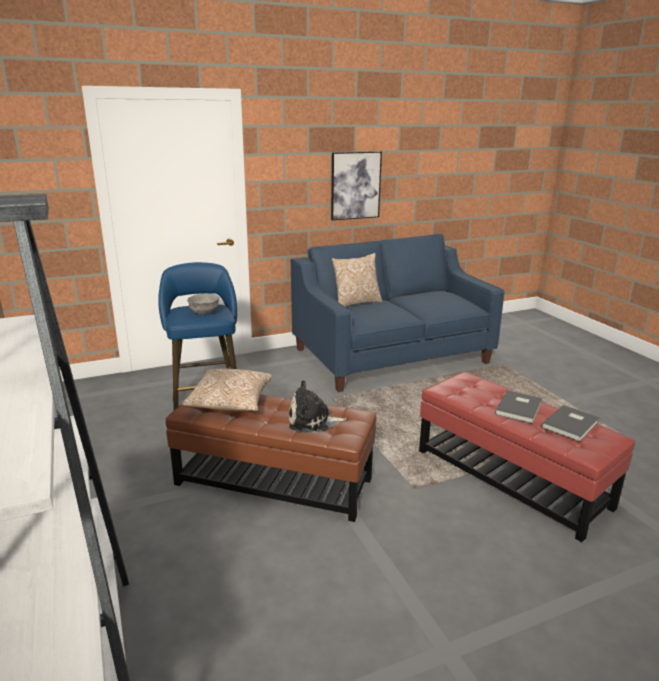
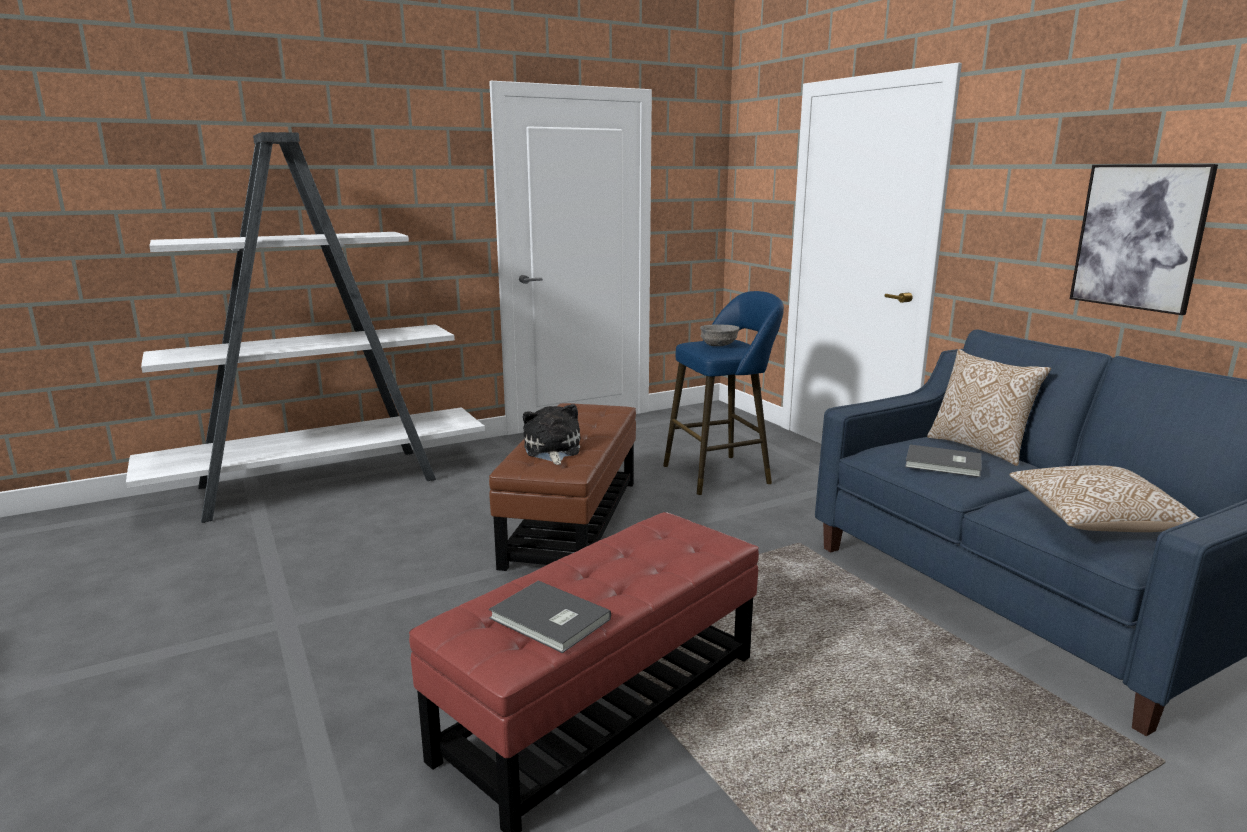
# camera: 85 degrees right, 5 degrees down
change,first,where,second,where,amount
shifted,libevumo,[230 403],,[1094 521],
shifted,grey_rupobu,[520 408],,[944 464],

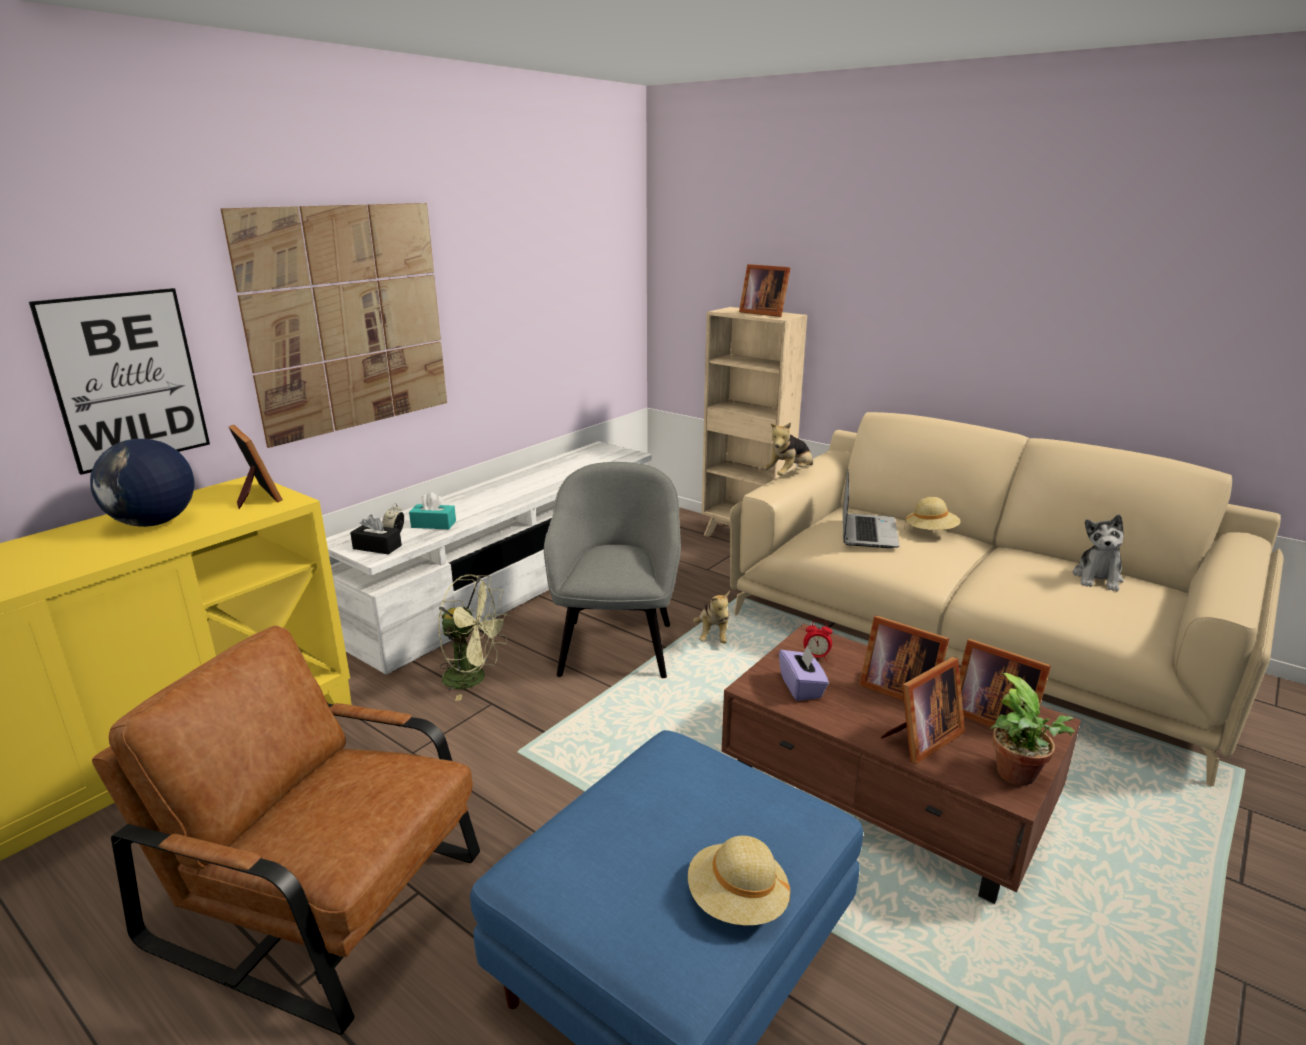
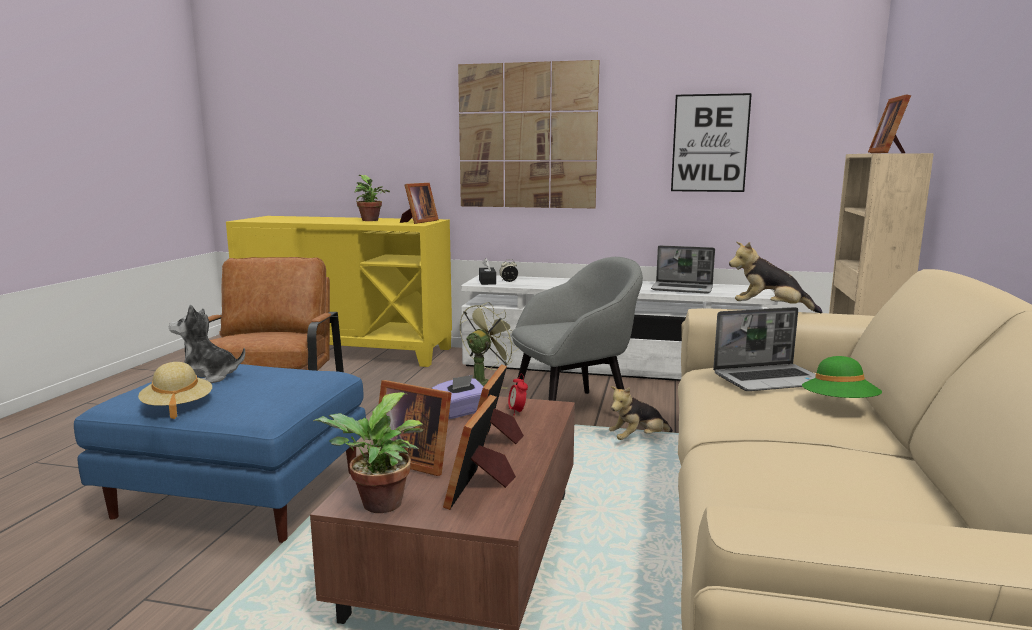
# camera: 65 degrees right, 10 degrees down
change,first,where,second,where,amount
gone,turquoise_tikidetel,[433 524],,,
new,,,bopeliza,[683 289],
shifted,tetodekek,[127 379],,[710 143],
shifted,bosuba,[1097 578],,[207 377],
swapped,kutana,[154 523],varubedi,[371 220],
repainted,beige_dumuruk,[931 532],green_dumuruk,[839 405],
rotated,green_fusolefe,[473 679],,[483 384],135 degrees counterclockwise

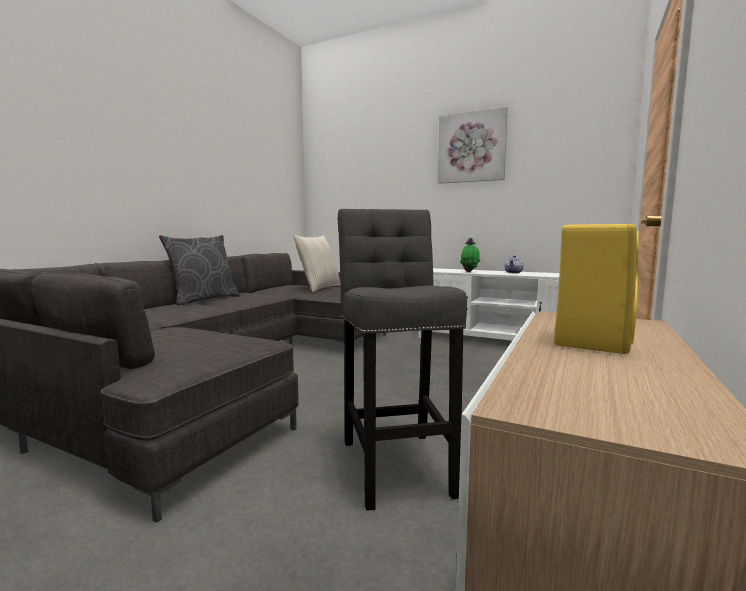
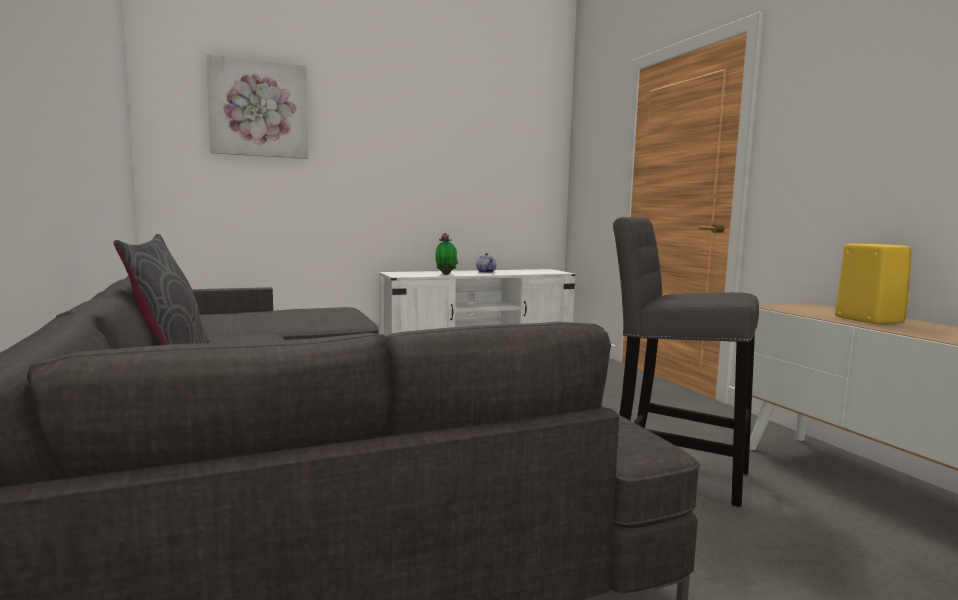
# camera: 50 degrees left, 0 degrees up
change,first,where,second,where,amount
gone,beige_libevumo,[319 288],,,
shifted,tetodekek,[471 147],,[259 109],

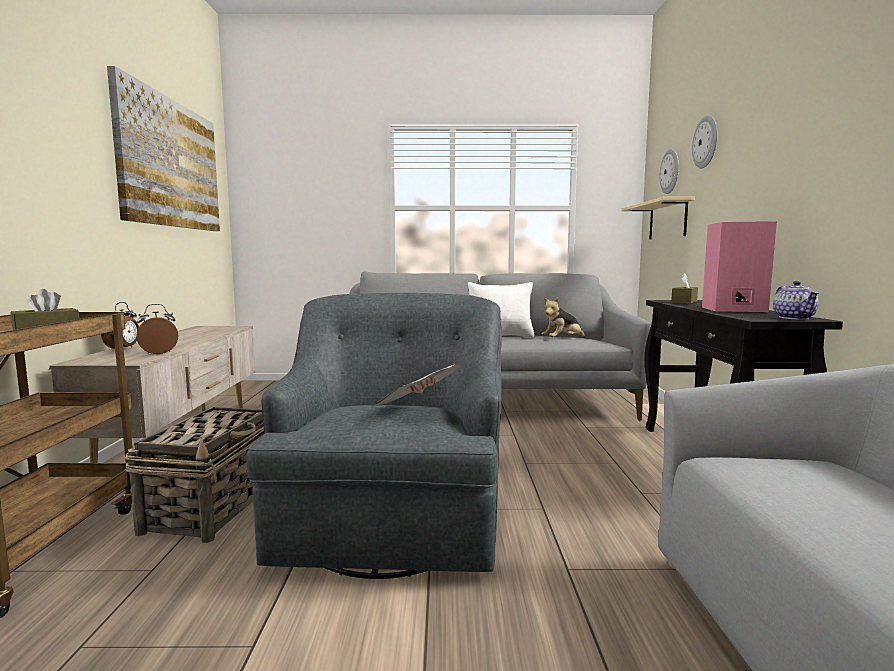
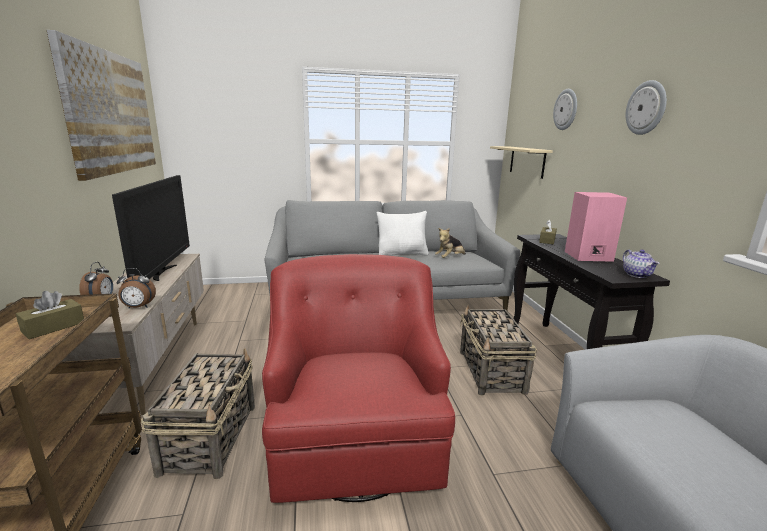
# camera: 10 degrees left, 10 degrees up
change,first,where,second,where,amount
gone,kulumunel,[416 409],,,
new,,,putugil,[162 272],
new,,,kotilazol,[491 372],
shifted,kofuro,[670 171],,[646 108],
repainted,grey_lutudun,[393 515],red_lutudun,[356 433],
rotated,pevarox,[159 353],,[138 307],150 degrees counterclockwise

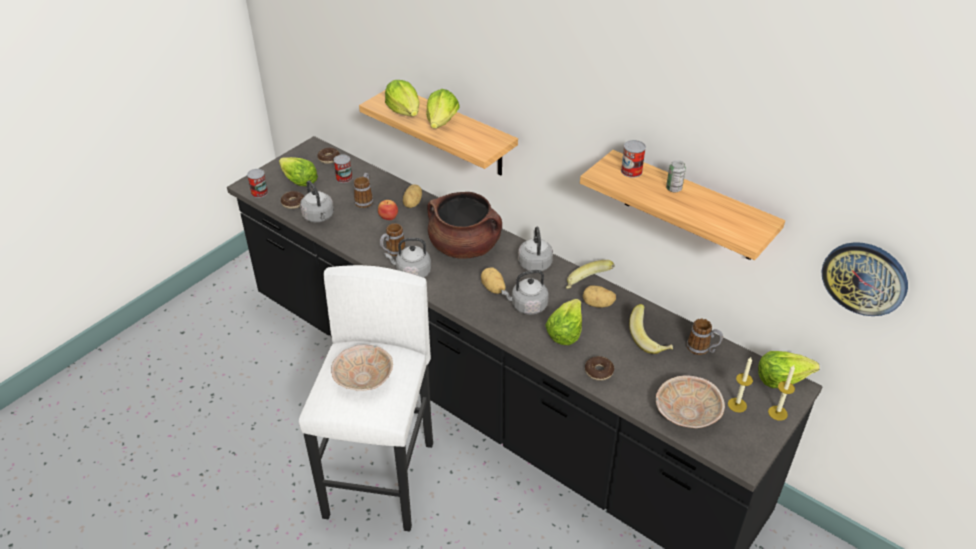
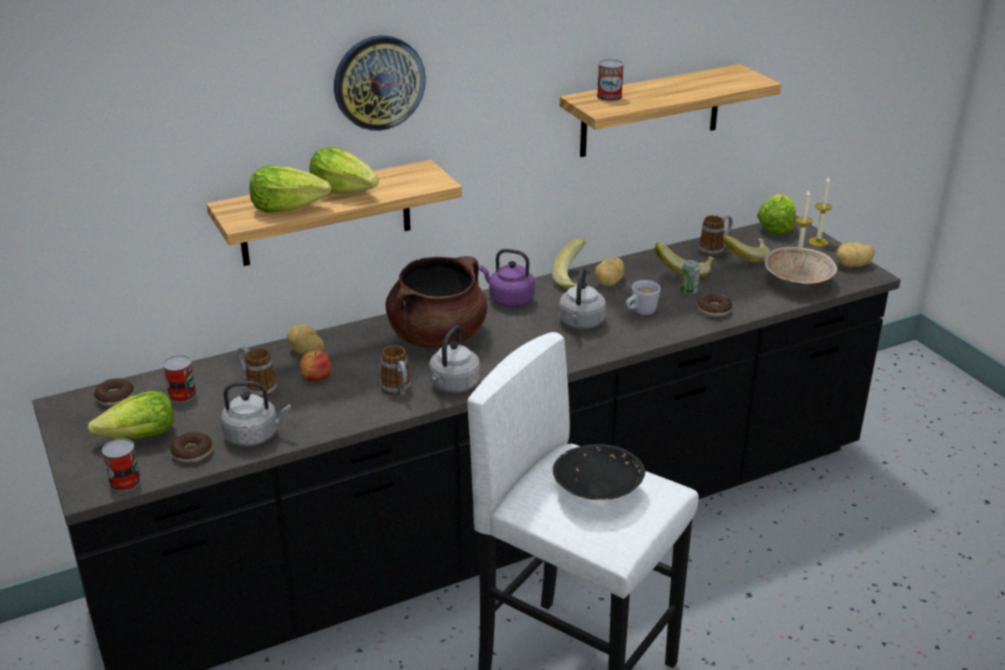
# camera: 65 degrees left, 10 degrees down
change,first,where,second,where,amount
new,,,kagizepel,[745 258],
shifted,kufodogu,[493 288],,[853 266],
shifted,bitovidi,[673 189],,[688 292],
shifted,kofuro,[864 278],,[379 82],
swapped,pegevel,[565 332],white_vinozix,[640 312],
repainted,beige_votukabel,[364 378],black_votukabel,[596 490],
repainted,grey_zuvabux,[534 262],purple_zuvabux,[509 300],

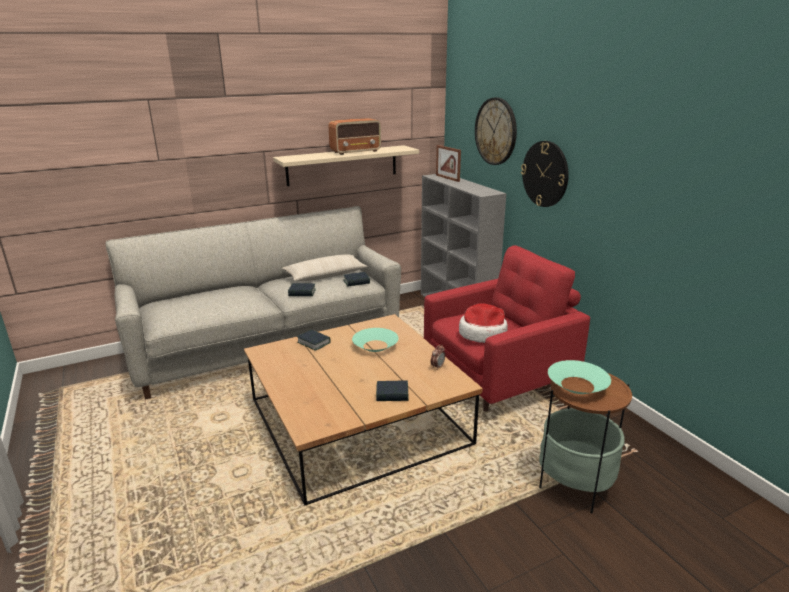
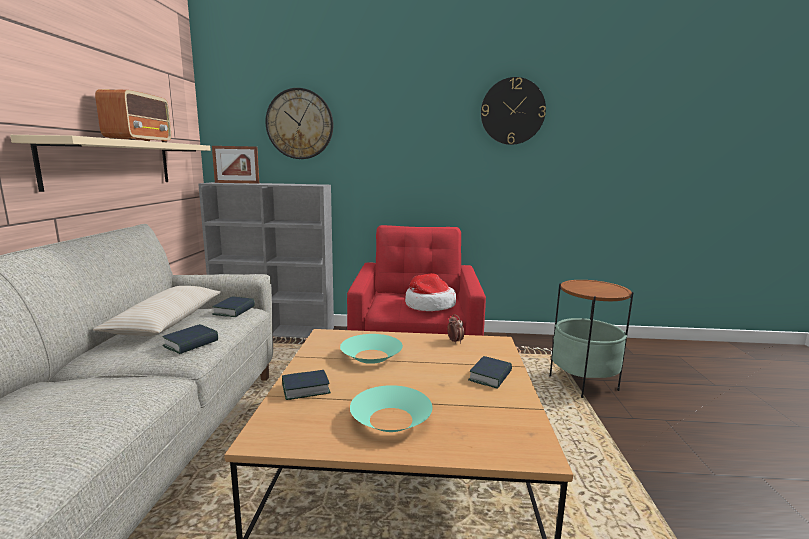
# camera: 60 degrees left, 10 degrees down
change,first,where,second,where,amount
shifted,kofuro,[545 174],,[512 111],
shifted,turquoise_votukabel,[577 385],,[390 419],

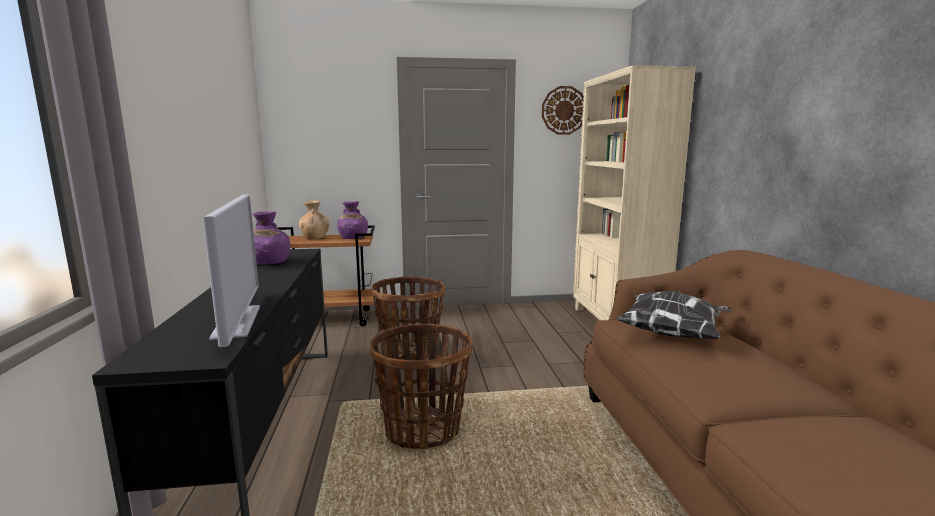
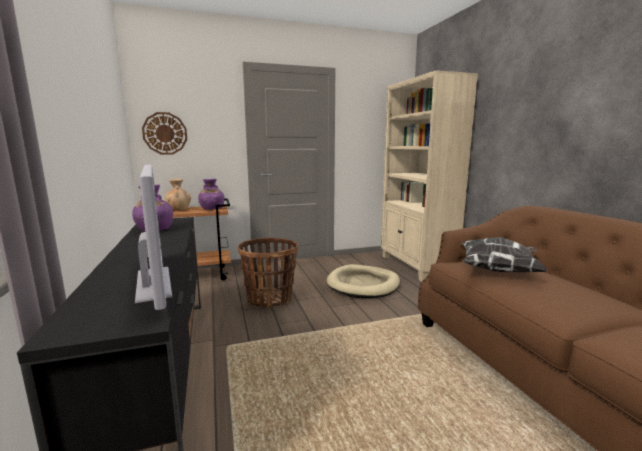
# camera: 10 degrees left, 0 degrees up
change,first,where,second,where,amount
gone,kotilazol,[423 430],,,
new,,,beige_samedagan,[363 284],
shifted,kofuro,[564 110],,[165 133],

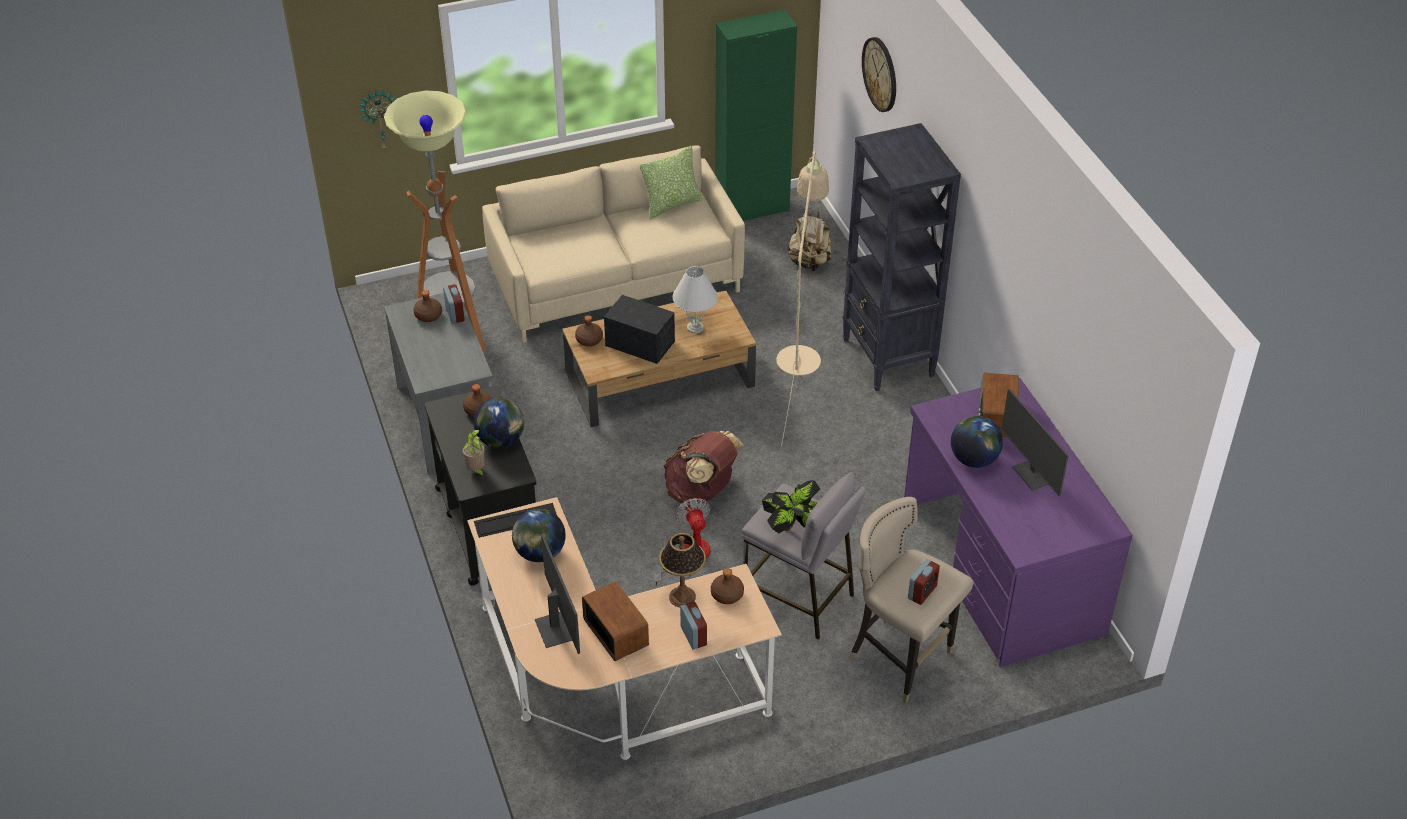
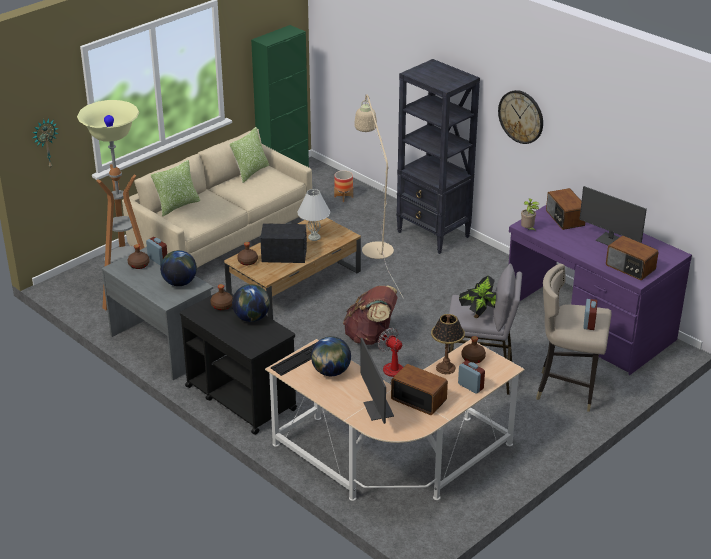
# camera: 25 degrees left, 10 degrees down
change,first,where,second,where,amount
new,,,libevumo,[177 206],
new,,,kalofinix,[630 268],
shifted,varubedi,[476 470],,[528 230],
shifted,kofuro,[880 74],,[521 116],
shifted,kutana,[974 459],,[179 283],
swapped,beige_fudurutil,[809 262],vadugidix,[343 197],
rotated,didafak,[556 629],,[377 409],150 degrees counterclockwise

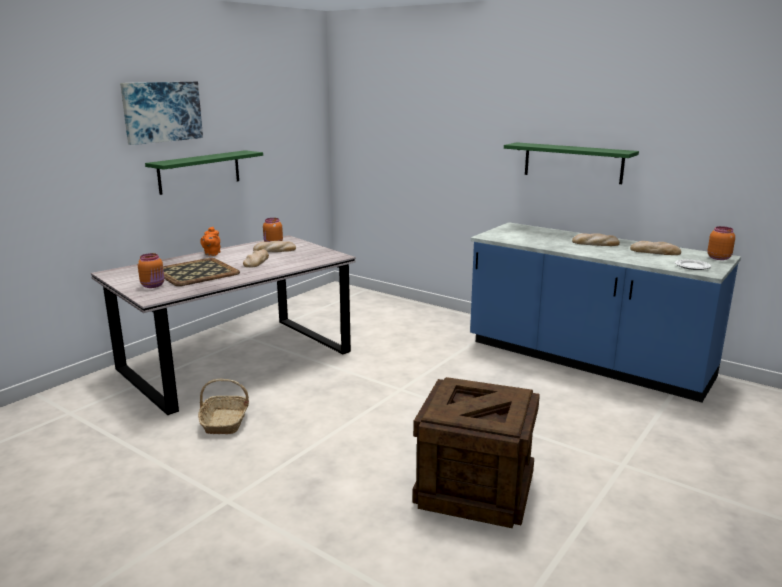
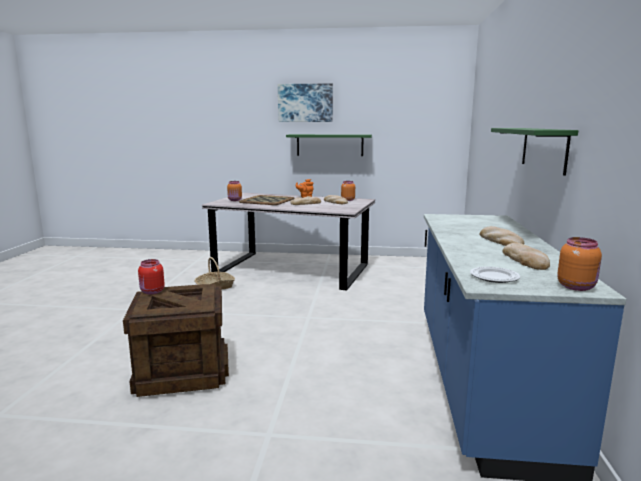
# camera: 60 degrees right, 5 degrees down
change,first,where,second,where,amount
new,,,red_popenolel,[152 292],

